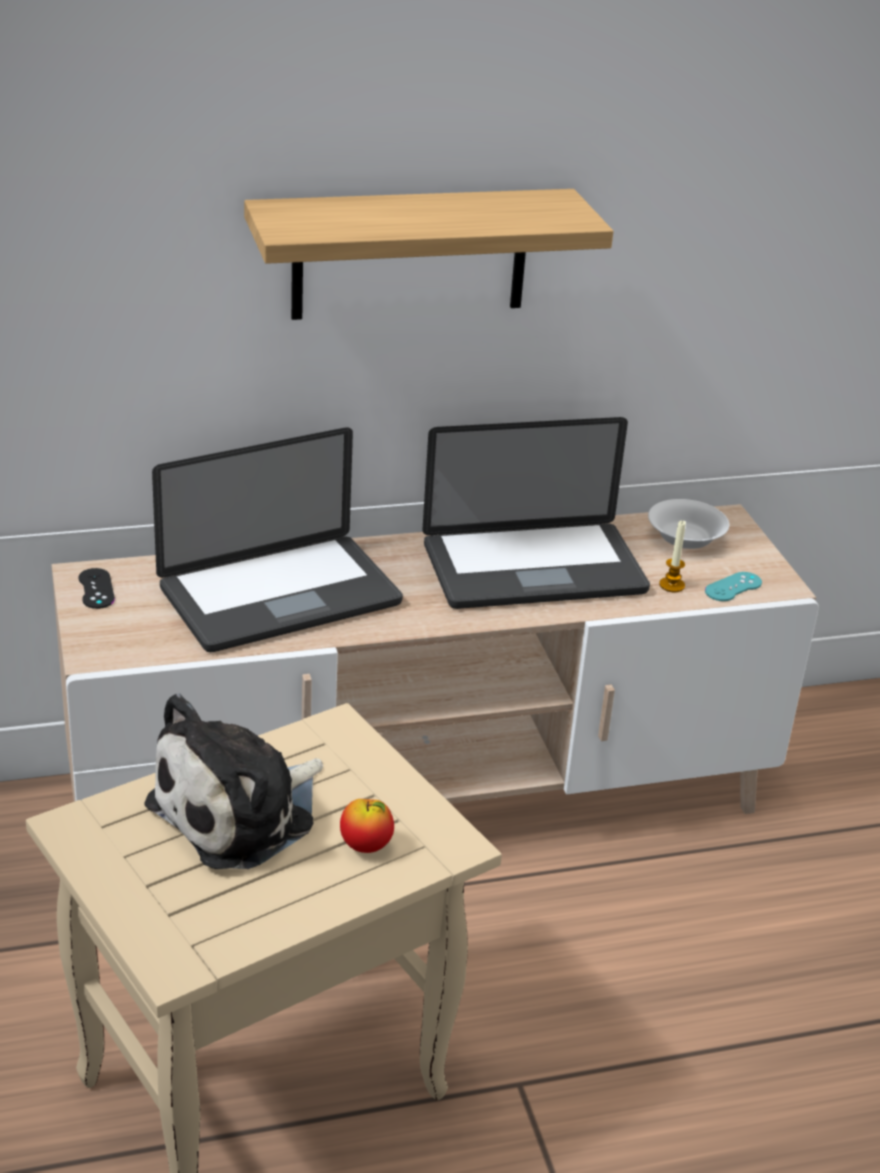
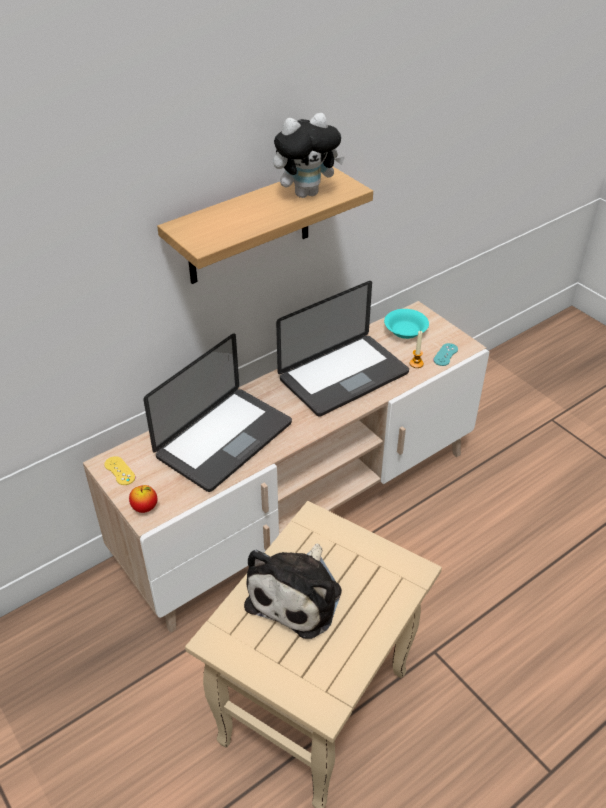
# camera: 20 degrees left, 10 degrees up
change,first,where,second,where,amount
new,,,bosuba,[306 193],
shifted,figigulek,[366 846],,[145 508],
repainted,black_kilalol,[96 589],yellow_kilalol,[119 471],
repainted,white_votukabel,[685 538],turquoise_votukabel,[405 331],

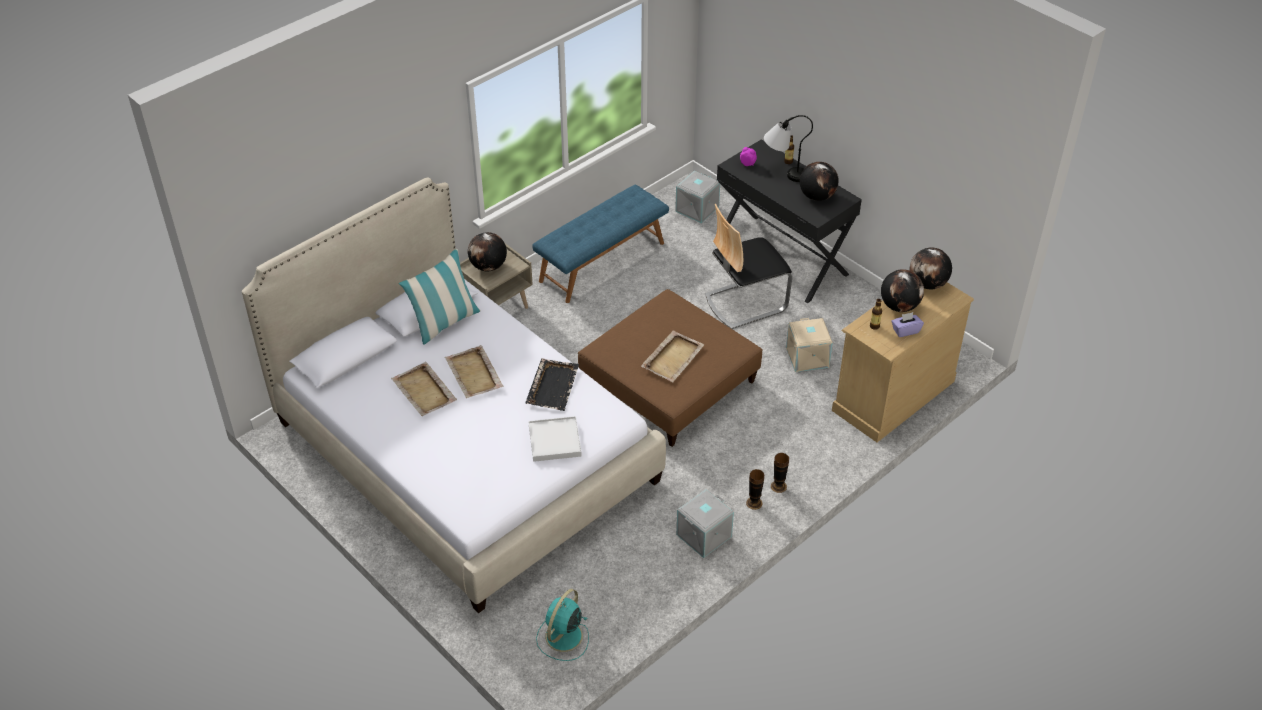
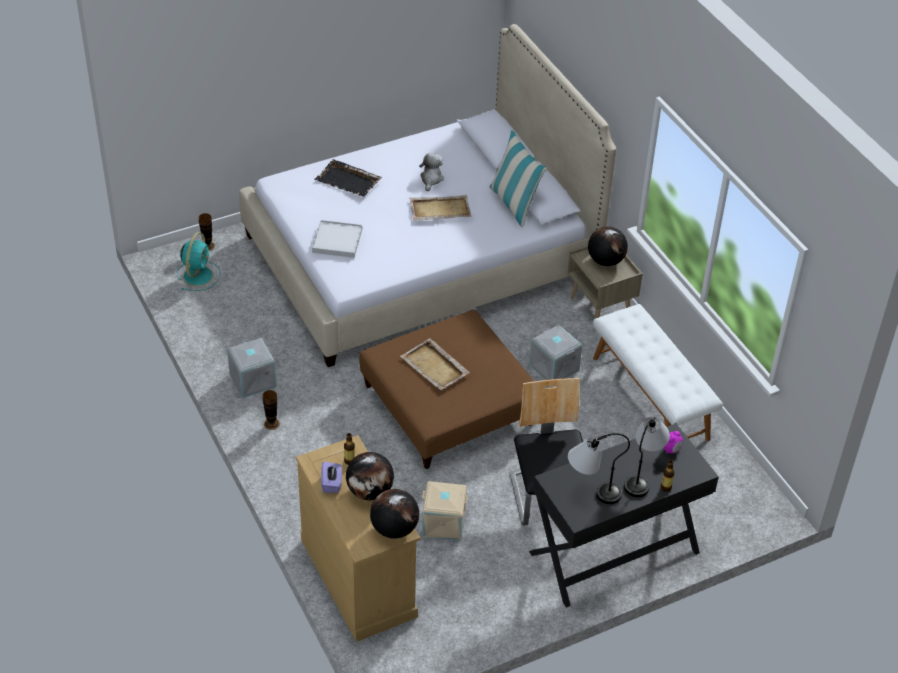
# camera: 105 degrees right, 0 degrees up
change,first,where,second,where,amount
shifted,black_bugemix,[553 386],,[348 180],
shifted,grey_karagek,[697 209],,[553 367],
shifted,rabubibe,[778 486],,[207 246],
swapped,beige_bugemix,[424 391],bosuba,[431 179],
swapped,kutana,[817 196],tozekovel,[591 493],
repainted,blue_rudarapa,[601 261],white_rudarapa,[651 397],
rotated,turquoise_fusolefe,[563 637],,[198 275],60 degrees clockwise

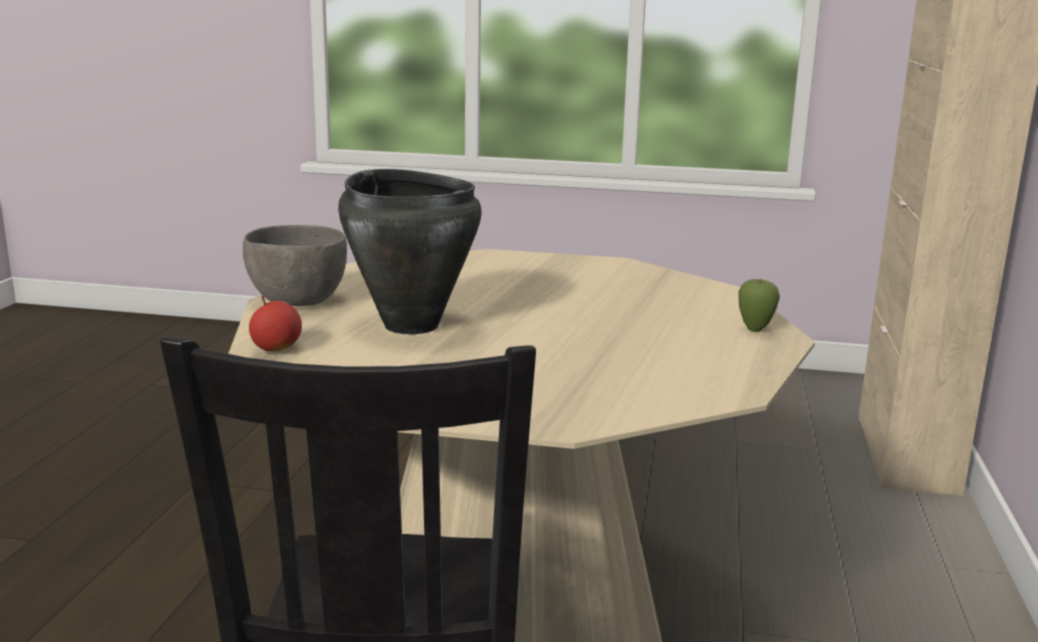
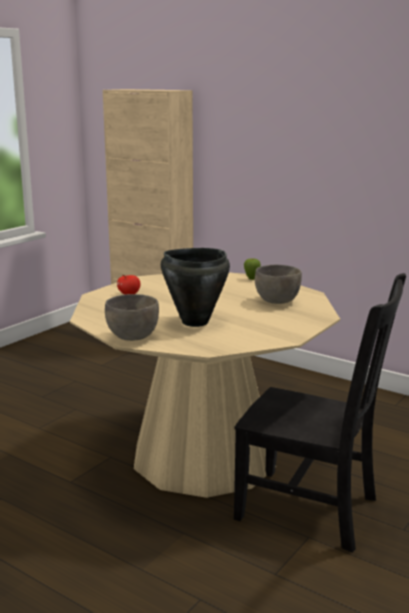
# camera: 65 degrees left, 0 degrees up
change,first,where,second,where,amount
new,,,grey_votukabel,[277 302],
shifted,figigulek,[276 349],,[129 294],

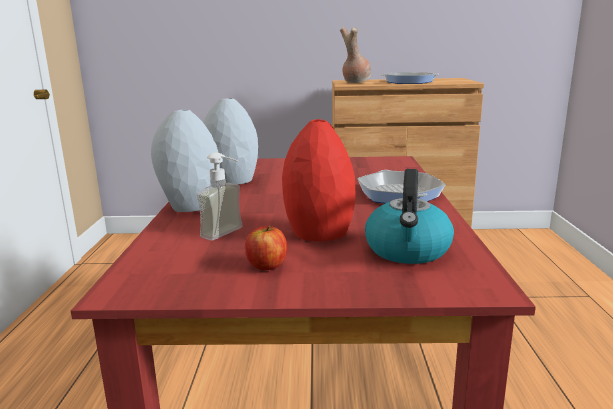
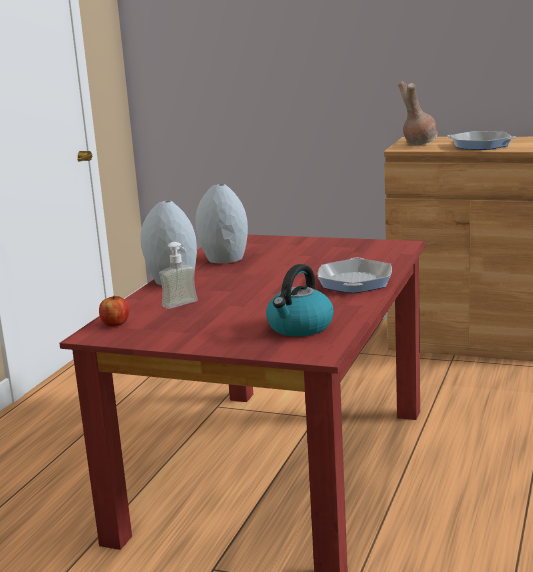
# camera: 20 degrees right, 0 degrees up
change,first,where,second,where,amount
gone,red_rabubibe,[318 232],,,
shifted,figigulek,[267 265],,[115 323],

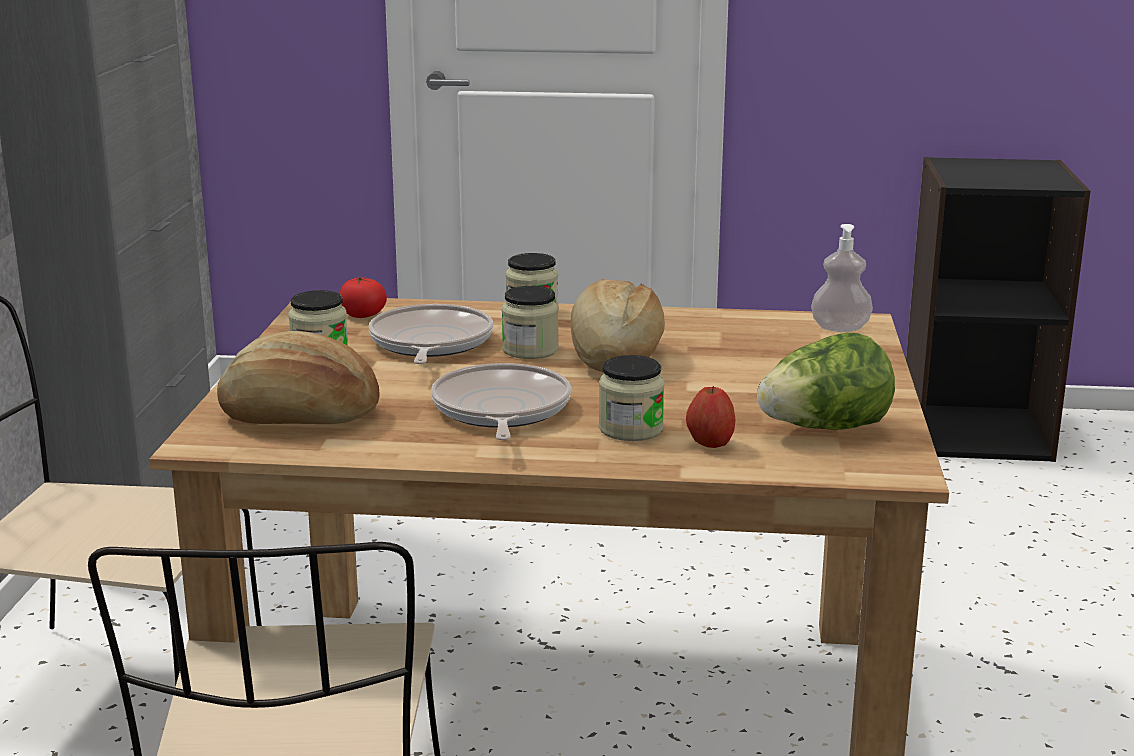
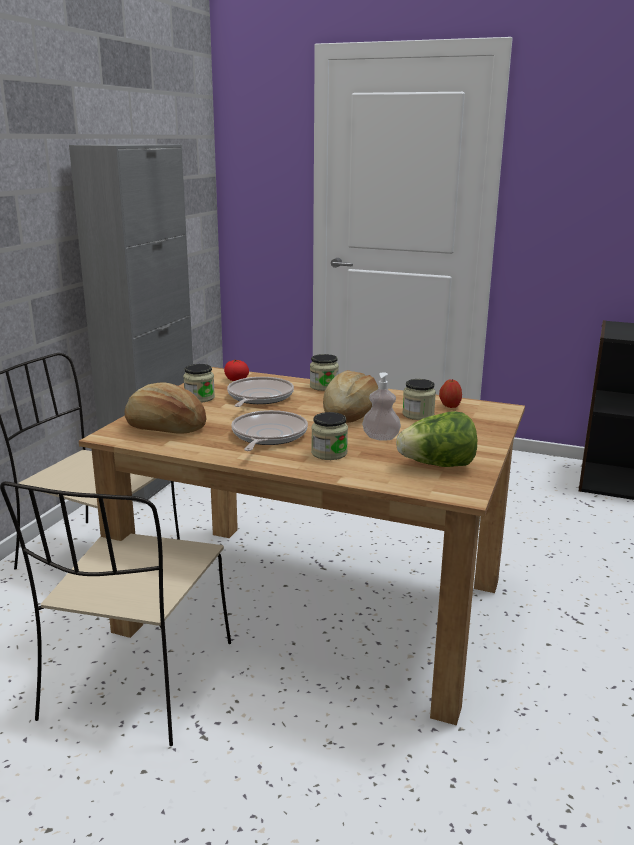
# camera: 15 degrees right, 0 degrees up
change,first,where,second,where,amount
shifted,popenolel,[530 350],,[418 415],
shifted,figigulek,[710 444],,[450 406],
shifted,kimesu,[840 328],,[380 437],

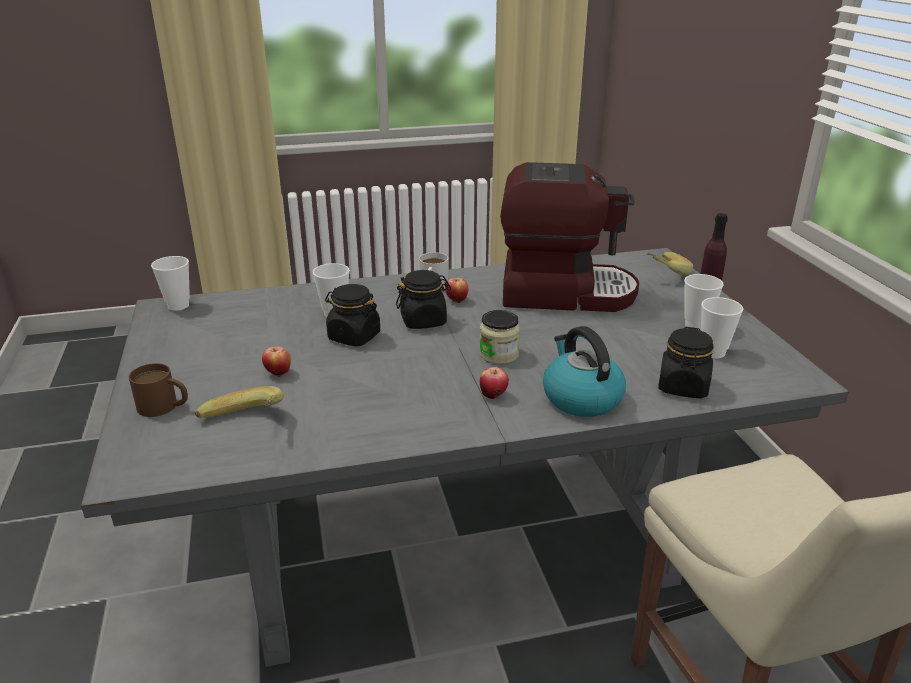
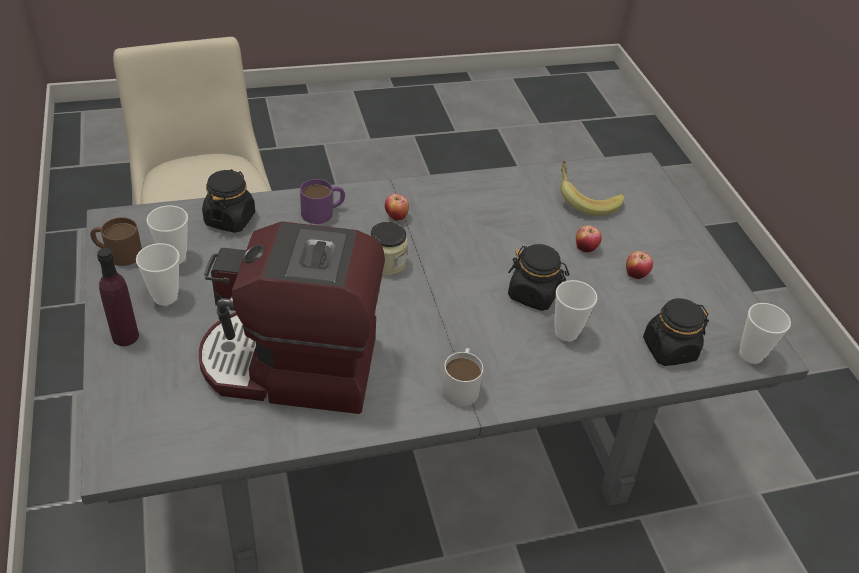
# camera: 175 degrees right, 15 degrees up
change,first,where,second,where,amount
gone,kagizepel,[663 273],,,
shifted,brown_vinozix,[164 406],,[118 252],
shifted,black_popenolel,[423 321],,[669 349],
shifted,figigulek,[456 301],,[635 274],
swapped,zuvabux,[580 398],purple_vinozix,[323 212],

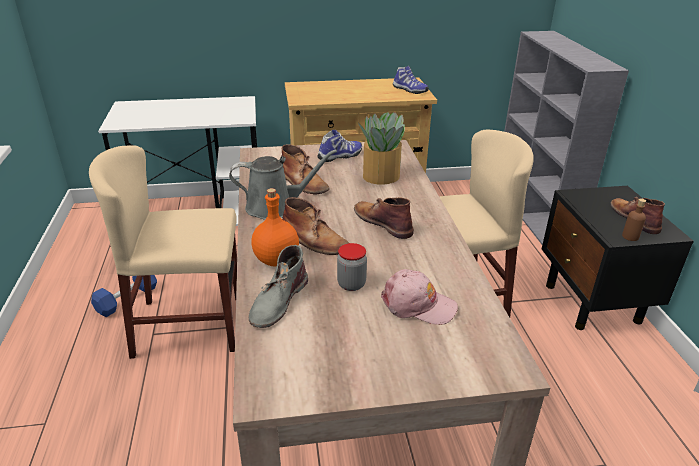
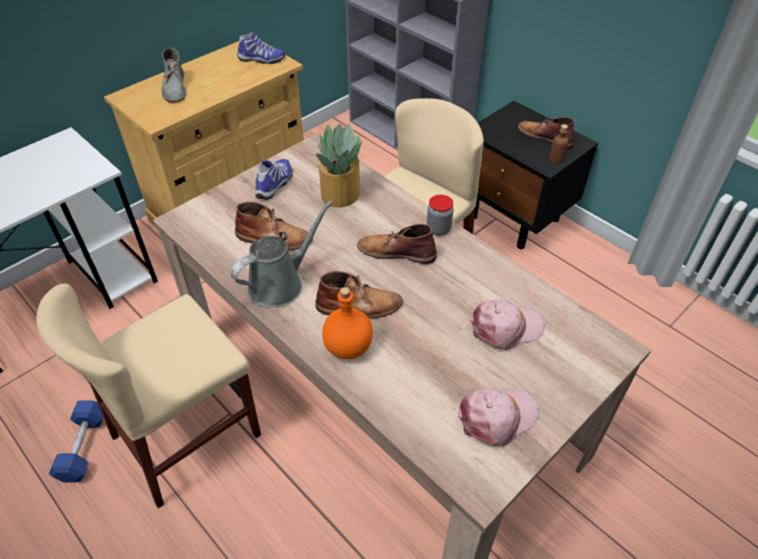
# camera: 35 degrees left, 15 degrees up
change,first,where,second,where,amount
new,,,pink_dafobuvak,[498 417],
shifted,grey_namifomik,[278 301],,[175 88],
shifted,popenolel,[351 284],,[438 229],

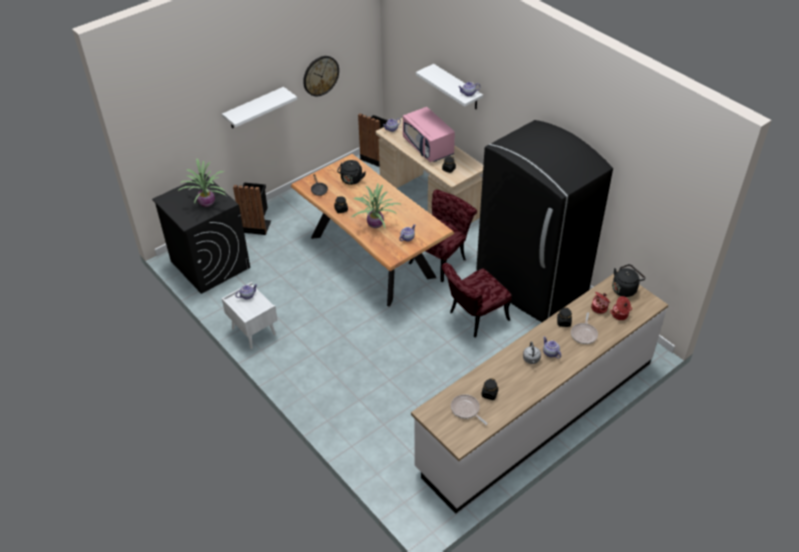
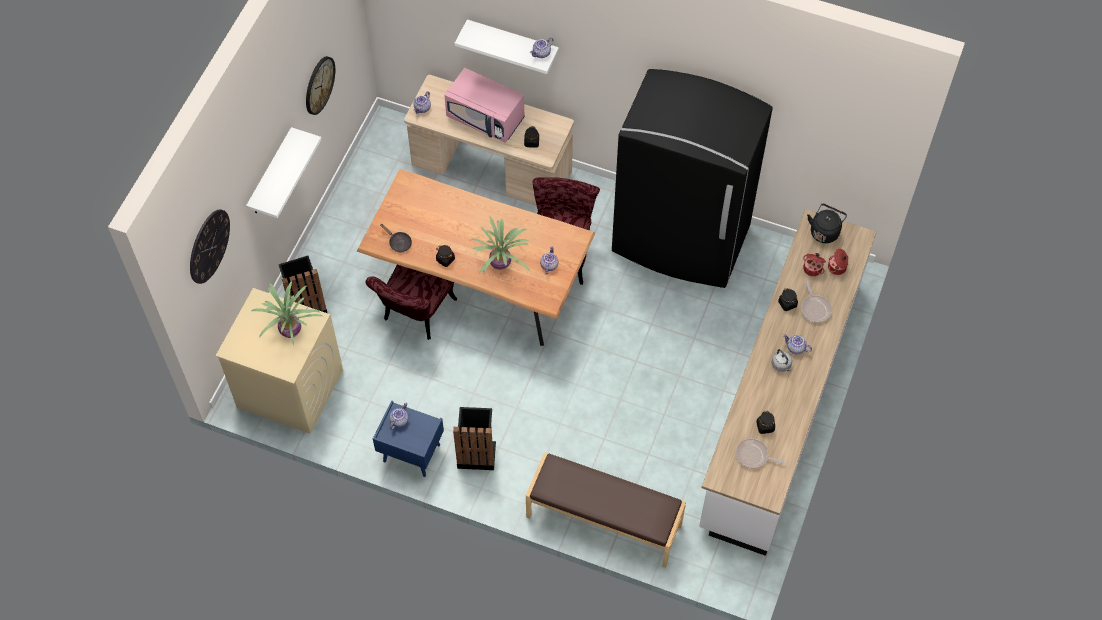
# camera: 30 degrees left, 15 degrees up
change,first,where,second,where,amount
gone,black_zuvabux,[351 180],,,
new,,,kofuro,[209 246],
new,,,brown_rudarapa,[603 521],
shifted,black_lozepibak,[376 157],,[476 452],
shifted,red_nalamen,[474 318],,[415 315],
repainted,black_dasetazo,[210 264],beige_dasetazo,[289 388],
repainted,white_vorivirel,[253 331],blue_vorivirel,[411 453],

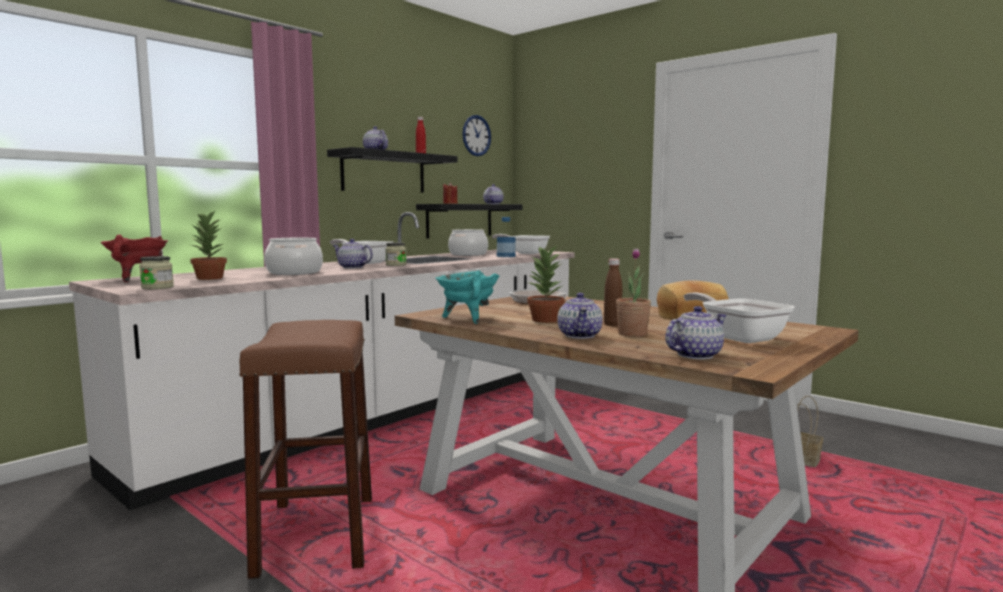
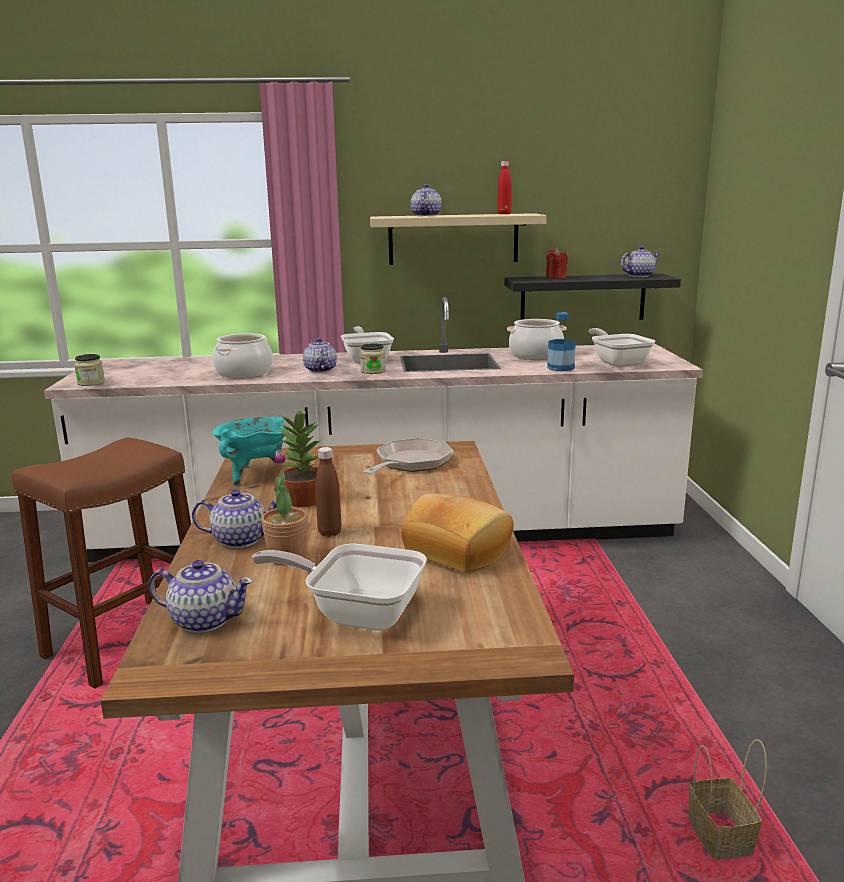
# camera: 45 degrees right, 10 degrees up
change,first,where,second,where,amount
gone,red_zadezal,[137 279],,,
gone,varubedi,[209 278],,,
gone,kofuro,[476 135],,,
repainted,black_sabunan,[384 173],beige_sabunan,[453 239],
rotated,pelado,[580 335],,[239 540],135 degrees counterclockwise
rotated,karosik,[738 337],,[357 613],90 degrees counterclockwise

